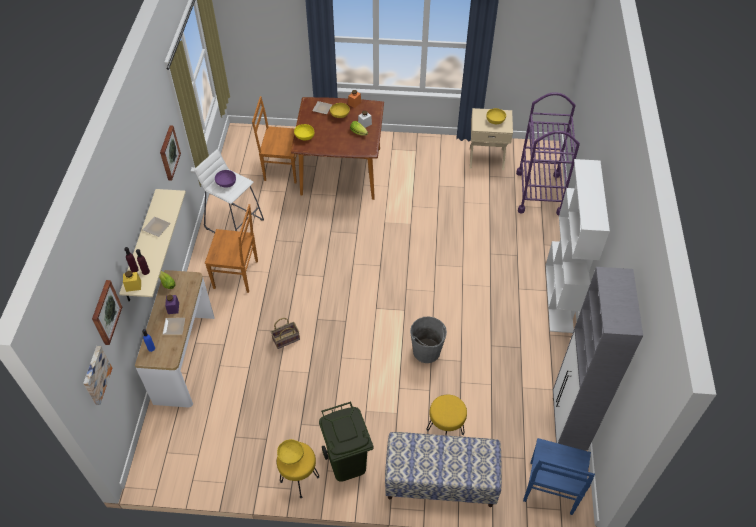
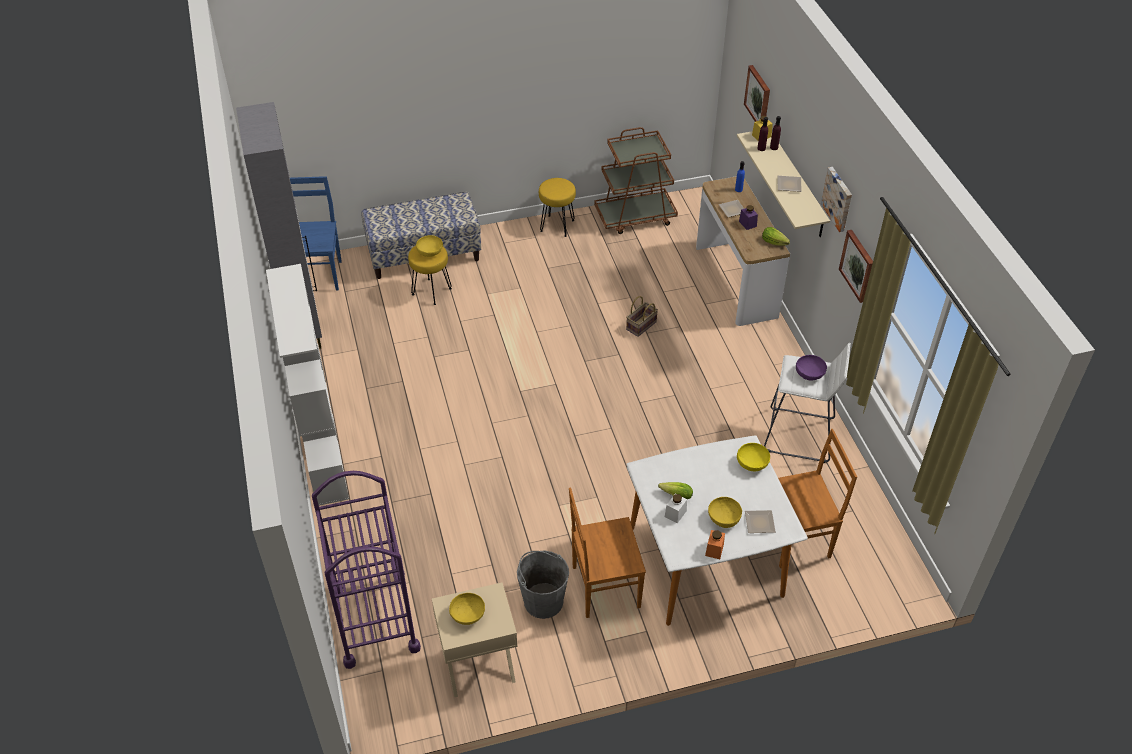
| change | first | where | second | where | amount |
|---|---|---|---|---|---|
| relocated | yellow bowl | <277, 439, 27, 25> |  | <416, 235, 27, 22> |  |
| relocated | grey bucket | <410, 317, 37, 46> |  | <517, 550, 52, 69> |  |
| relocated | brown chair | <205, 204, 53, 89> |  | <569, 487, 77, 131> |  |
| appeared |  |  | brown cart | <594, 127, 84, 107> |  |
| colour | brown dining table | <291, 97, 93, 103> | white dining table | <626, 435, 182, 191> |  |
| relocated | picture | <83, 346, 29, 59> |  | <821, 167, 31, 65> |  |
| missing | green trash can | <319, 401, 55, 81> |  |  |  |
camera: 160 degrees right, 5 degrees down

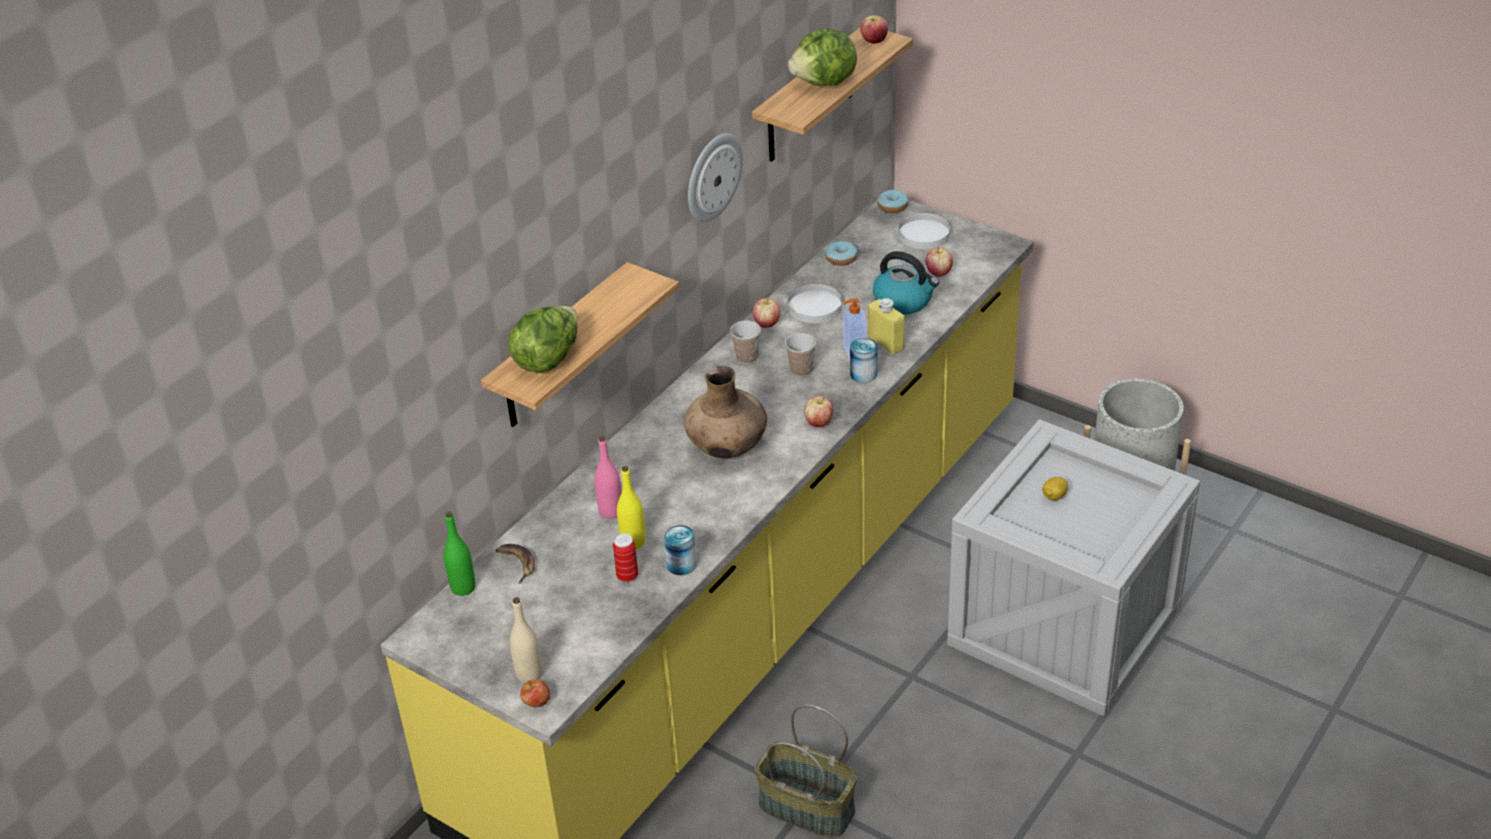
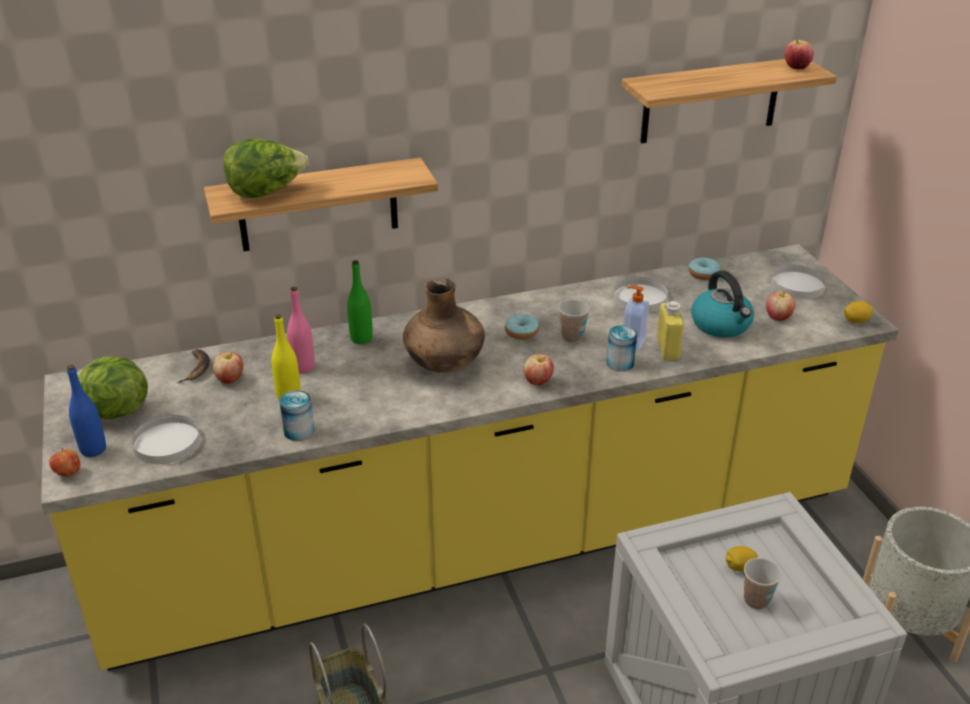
| change | first | where | second | where | amount |
|---|---|---|---|---|---|
| colour | beige bottle | <510, 597, 32, 86> | blue bottle | <67, 365, 39, 92> |  |
| relocated | lettuce | <788, 29, 69, 57> |  | <77, 356, 71, 64> |  |
| appeared |  |  | white plate | <132, 415, 68, 49> |  |
| relocated | apple | <753, 297, 27, 31> |  | <213, 352, 30, 32> |  |
| relocated | green bottle | <444, 512, 31, 84> |  | <347, 260, 26, 84> |  |
| relocated | donut | <877, 190, 31, 23> |  | <505, 314, 34, 26> |  |
| relocated | cup | <730, 320, 31, 44> |  | <744, 558, 38, 52> |  |
| appeared |  |  | lemon | <844, 301, 29, 22> |  |
| missing | can | <613, 533, 25, 49> |  |  |  |
| missing | wall clock | <688, 133, 55, 89> |  |  |  |
camera: 35 degrees right, 5 degrees down

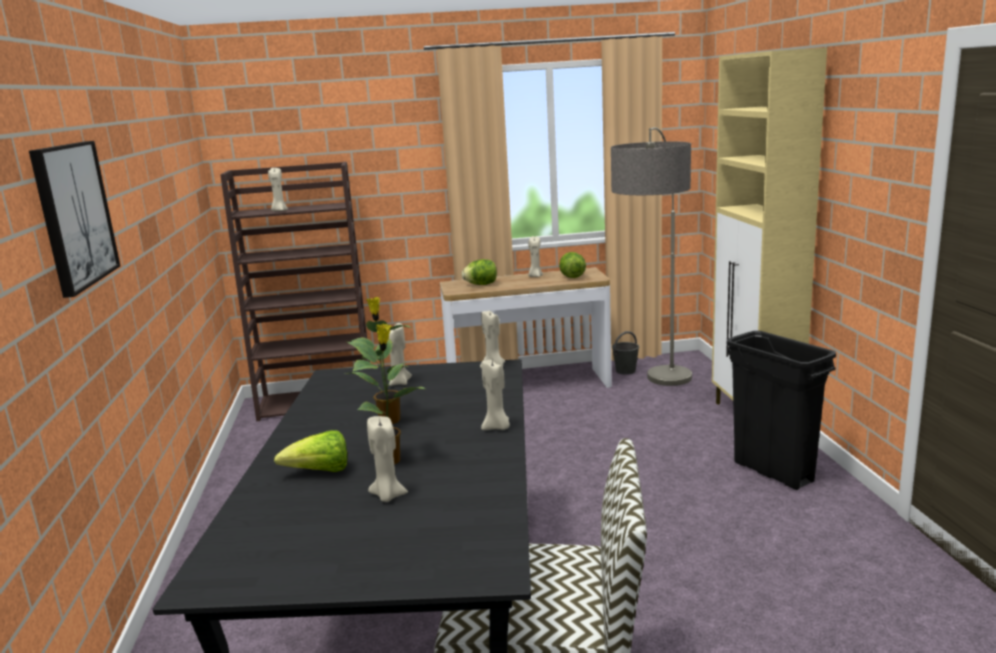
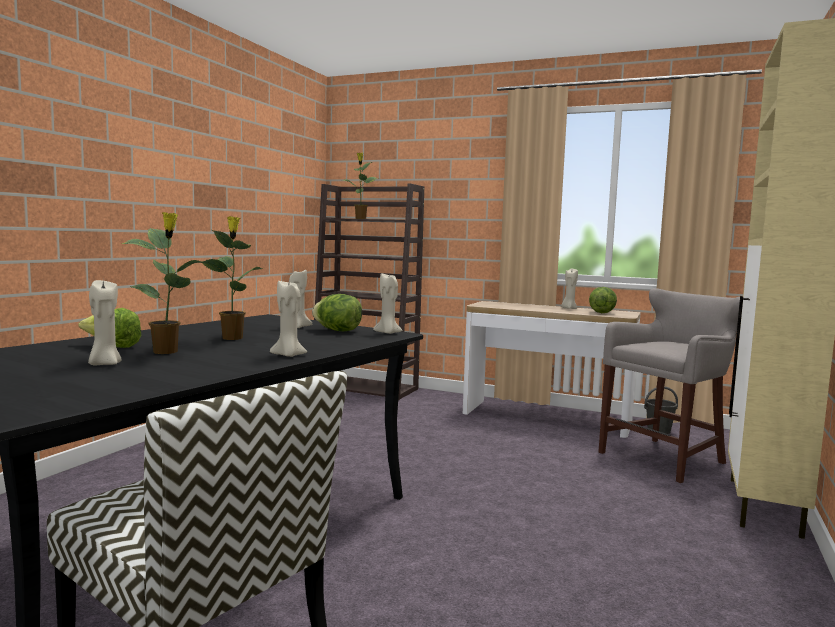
| change | first | where | second | where | amount |
|---|---|---|---|---|---|
| relocated | lettuce | <462, 259, 35, 26> |  | <312, 294, 50, 37> |  |
| exchanged | beige candle | <268, 168, 20, 43> | potted plant | <342, 153, 37, 66> |  |
| exchanged | floor lamp | <611, 127, 81, 259> | grey stool | <599, 288, 141, 195> |  |
| missing | picture | <29, 141, 91, 157> |  |  |  |
| missing | black trash can | <727, 331, 109, 159> |  |  |  |
camera: 30 degrees right, 10 degrees down

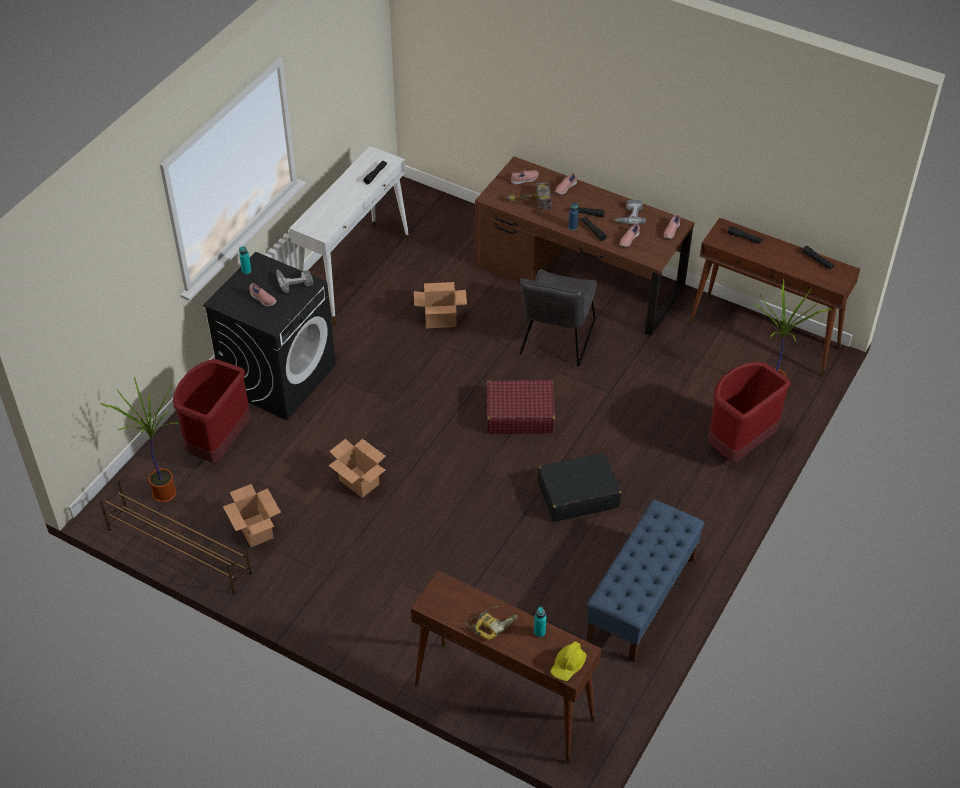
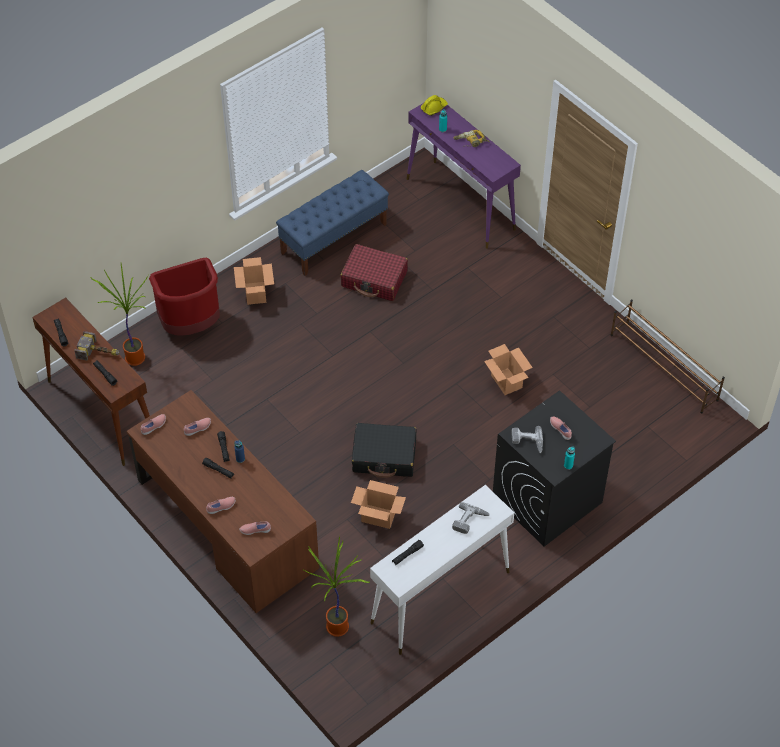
| change | first | where | second | where | amount |
|---|---|---|---|---|---|
| relocated | hammer | <507, 182, 45, 28> |  | <74, 331, 46, 30> |  |
| relocated | cardboard box | <223, 484, 58, 63> |  | <234, 257, 40, 48> |  |
| relocated | potted plant | <100, 377, 79, 126> |  | <302, 536, 68, 101> |  |
| relocated | red suitcase | <486, 380, 69, 54> |  | <340, 244, 68, 57> |  |
| relocated | black suitcase | <538, 453, 83, 69> |  | <352, 423, 64, 55> |  |
| colour | brown console table | <411, 570, 190, 194> | purple console table | <407, 103, 114, 146> |  |
| relocated | power drill | <615, 200, 31, 25> |  | <452, 502, 38, 32> |  |
| missing | red trash can | <173, 359, 78, 105> |  |  |  |
| missing | grey chair | <520, 269, 77, 97> |  |  |  |
camera: 160 degrees left, 5 degrees up

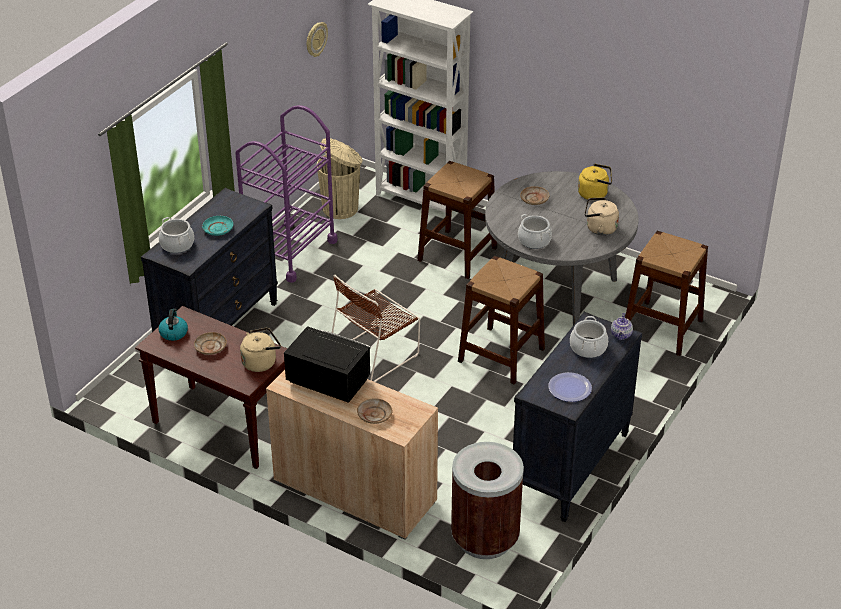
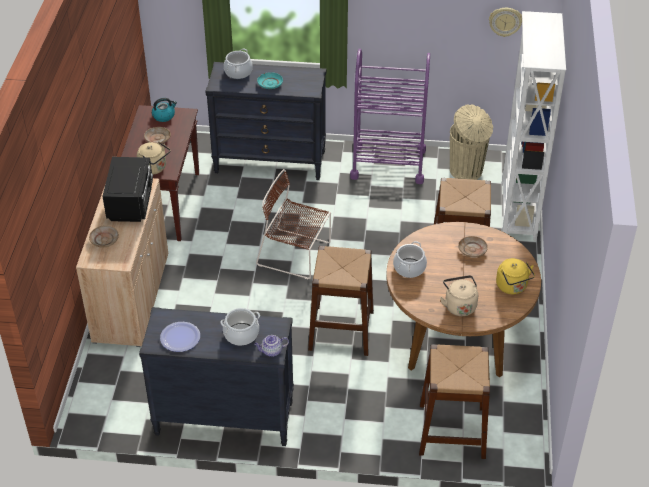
| change | first | where | second | where | amount |
|---|---|---|---|---|---|
| colour | grey dining table | <485, 171, 154, 154> | brown dining table | <386, 222, 155, 156> |  |
| missing | brown trash can | <451, 442, 73, 117> |  |  |  |
camera: 65 degrees right, 5 degrees up

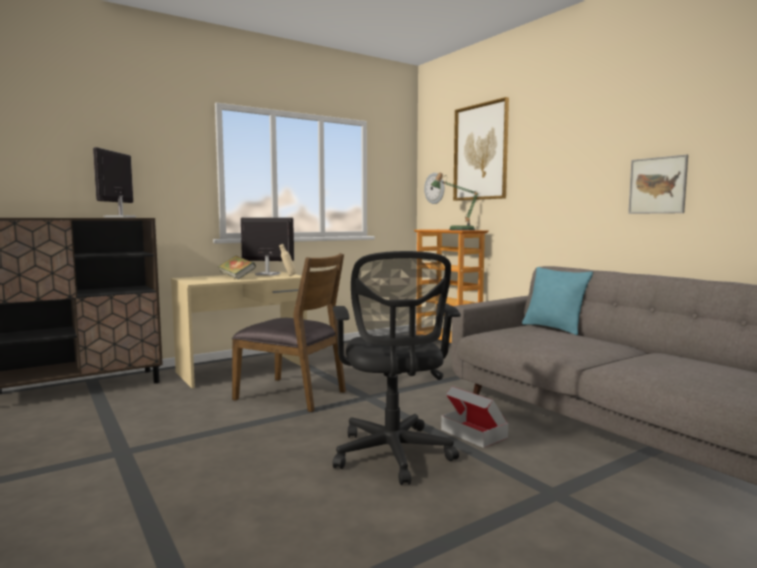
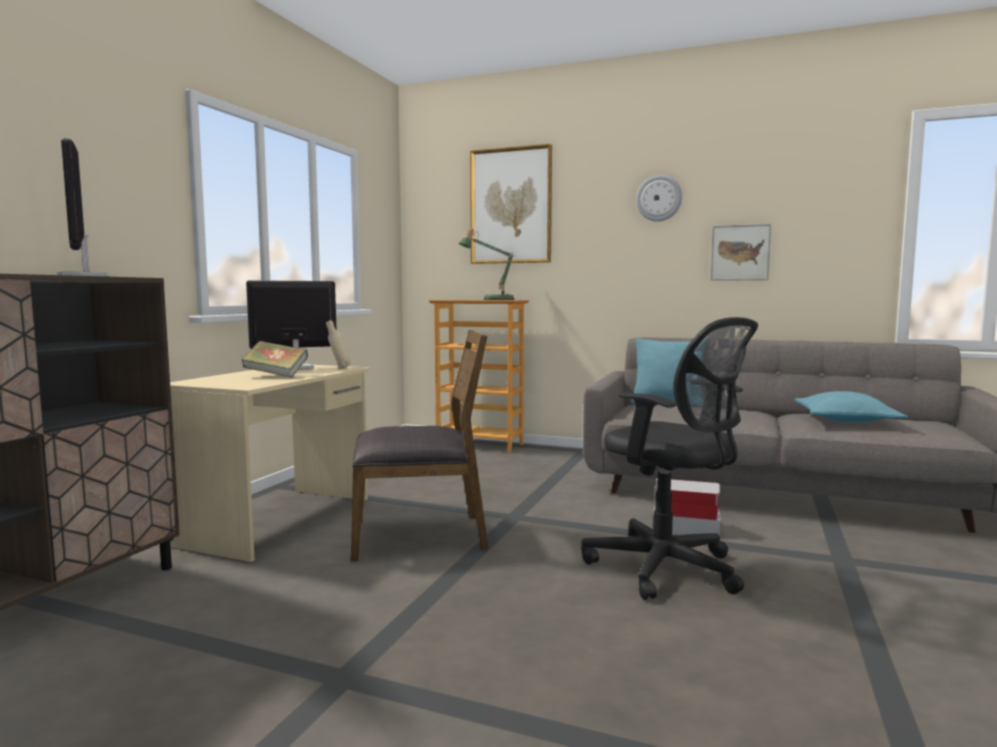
| change | first | where | second | where | amount |
|---|---|---|---|---|---|
| relocated | wall clock | <424, 173, 20, 31> |  | <636, 175, 46, 47> |  |
| appeared |  |  | turquoise pillow | <795, 391, 113, 31> |  |
camera: 35 degrees left, 0 degrees up

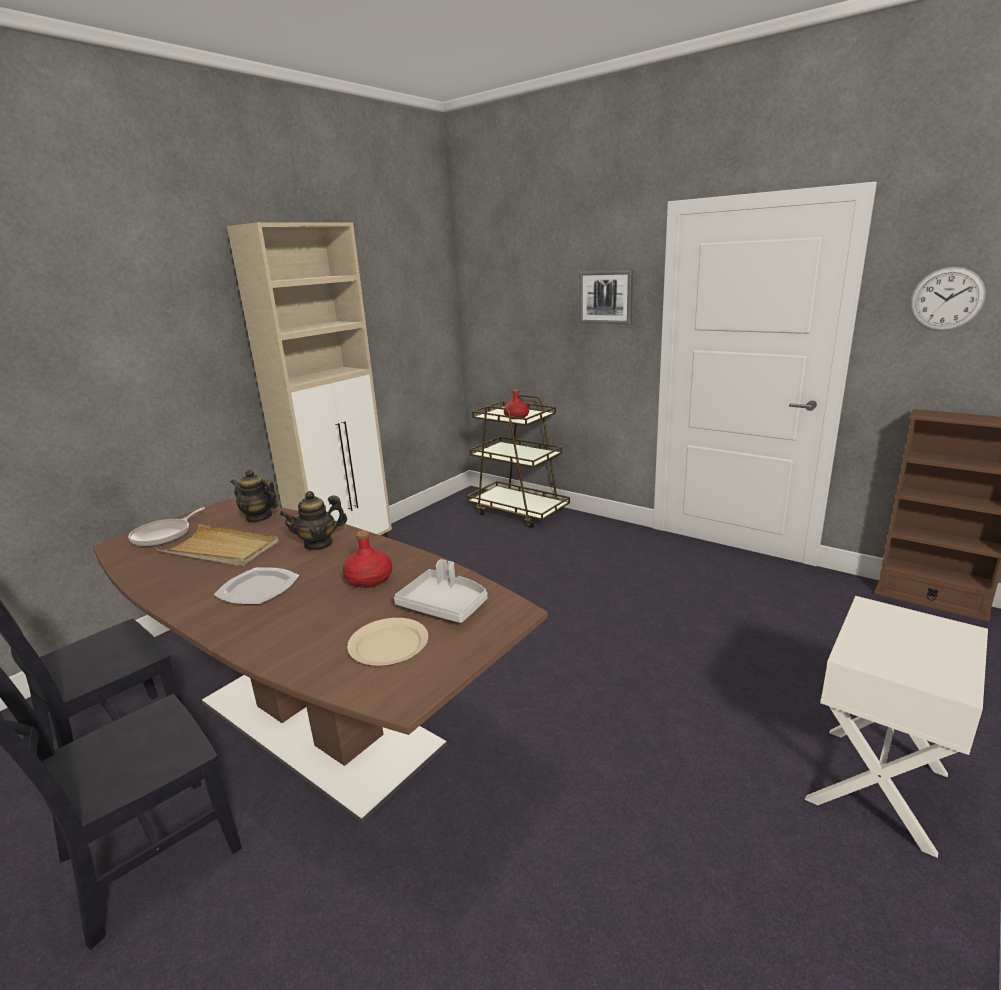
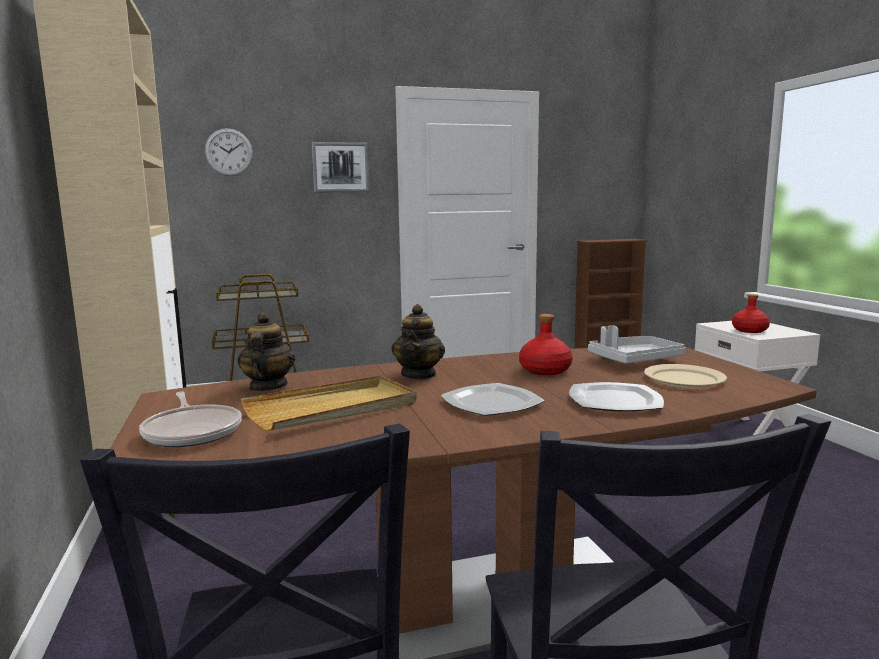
| change | first | where | second | where | amount |
|---|---|---|---|---|---|
| relocated | wall clock | <910, 267, 76, 64> |  | <205, 128, 48, 48> |  |
| spun | teapot | <231, 469, 47, 54> |  | <237, 312, 58, 79> | 120 degrees clockwise |
| appeared |  |  | plate | <569, 382, 95, 30> |  |
| relocated | red bottle | <504, 389, 25, 30> |  | <732, 294, 38, 39> |  |
camera: 55 degrees left, 10 degrees down

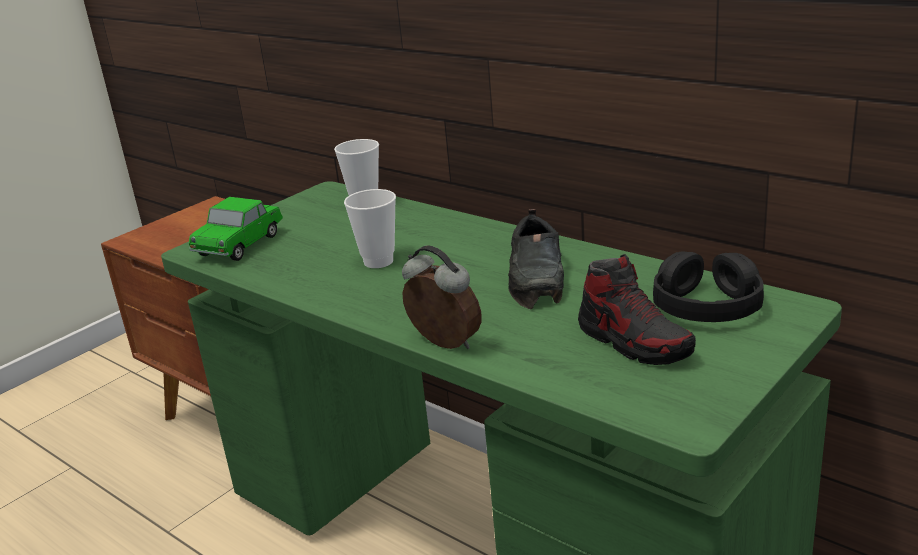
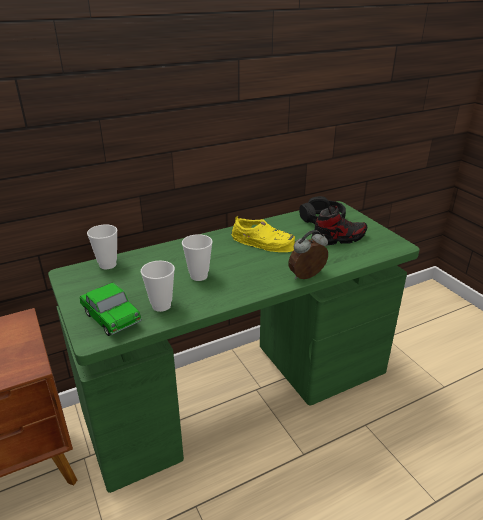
| change | first | where | second | where | amount |
|---|---|---|---|---|---|
| appeared |  |  | cup | <141, 261, 34, 51> |  |
| colour | black shoe | <508, 209, 56, 100> | yellow shoe | <231, 216, 64, 36> |  |
camera: 70 degrees left, 5 degrees up

